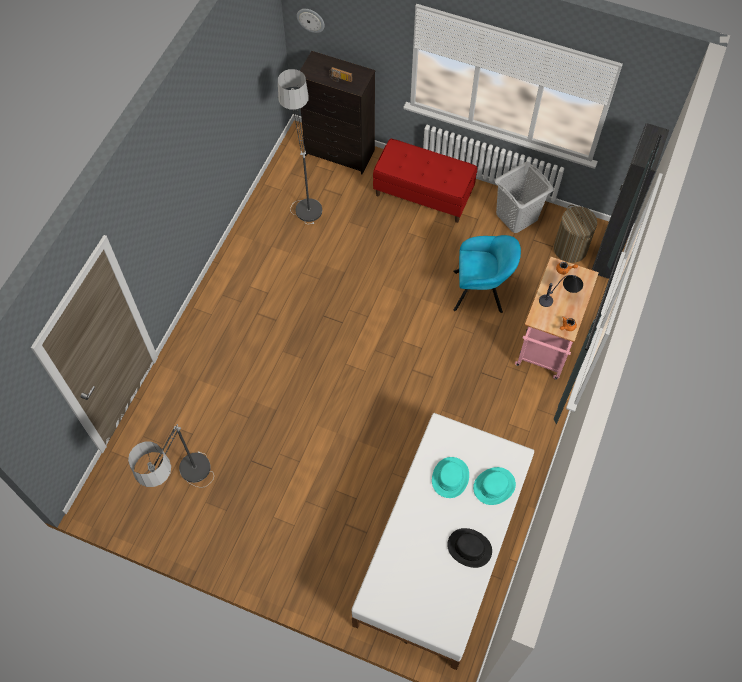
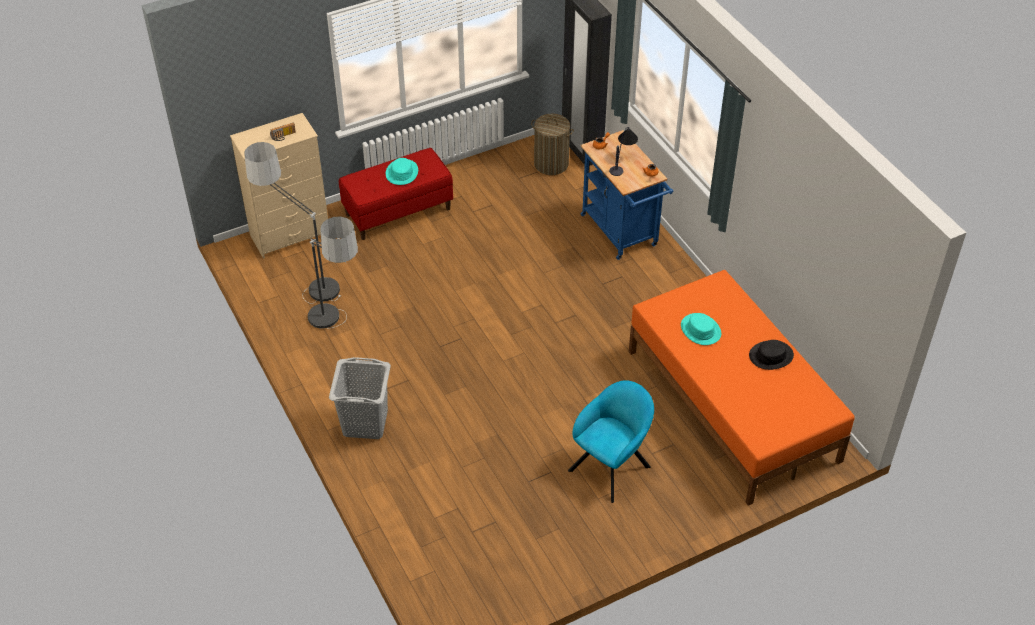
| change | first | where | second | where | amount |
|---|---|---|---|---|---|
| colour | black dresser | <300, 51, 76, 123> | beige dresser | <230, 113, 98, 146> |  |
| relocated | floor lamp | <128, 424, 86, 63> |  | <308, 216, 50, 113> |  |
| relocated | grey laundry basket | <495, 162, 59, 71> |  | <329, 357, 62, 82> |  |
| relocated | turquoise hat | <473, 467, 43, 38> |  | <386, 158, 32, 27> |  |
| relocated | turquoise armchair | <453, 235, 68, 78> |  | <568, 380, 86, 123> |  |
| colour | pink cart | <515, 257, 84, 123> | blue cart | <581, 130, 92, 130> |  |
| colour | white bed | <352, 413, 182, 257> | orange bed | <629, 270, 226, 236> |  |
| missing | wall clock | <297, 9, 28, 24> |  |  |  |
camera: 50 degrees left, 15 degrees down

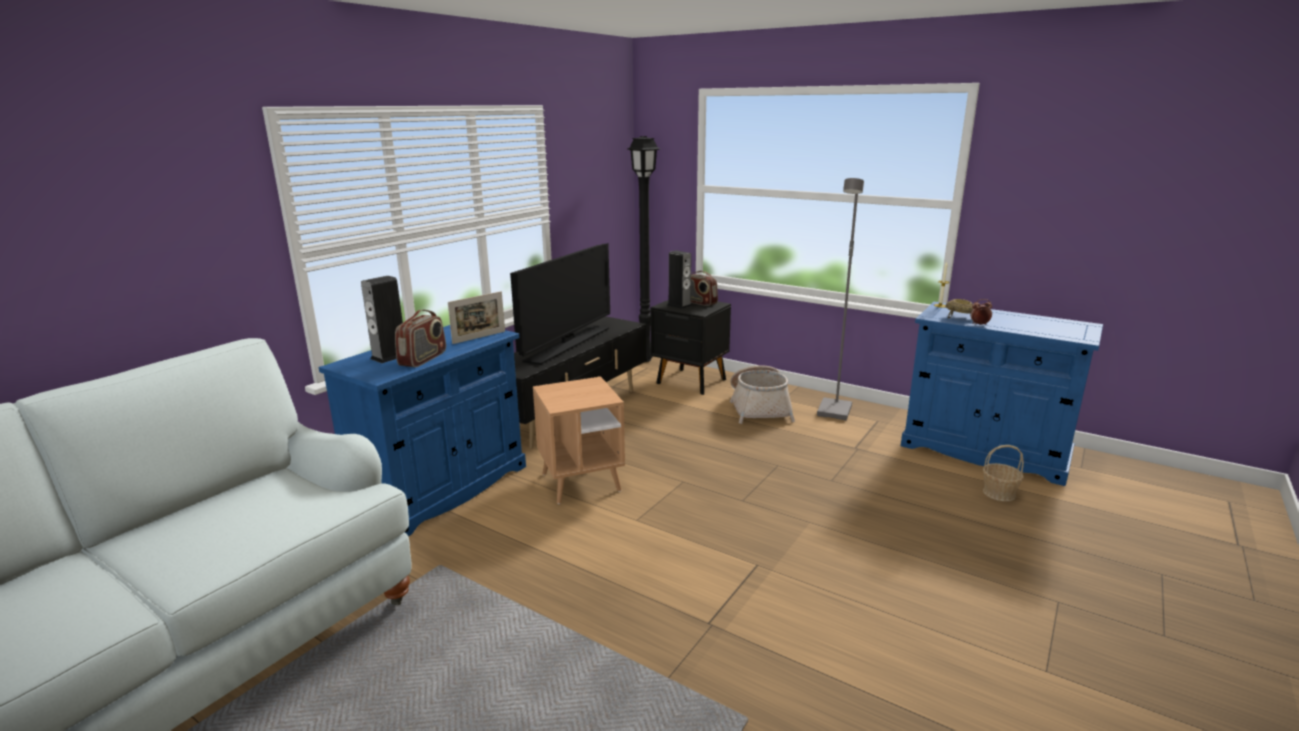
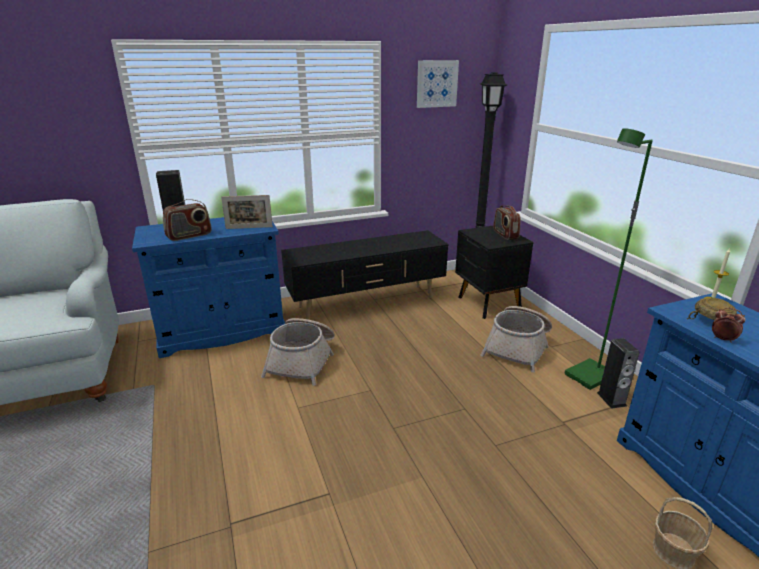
| change | first | where | second | where | amount |
|---|---|---|---|---|---|
| exchanged | brown side table | <533, 377, 92, 127> | basket | <261, 318, 74, 68> |  |
| appeared |  |  | picture | <417, 60, 42, 48> |  |
| colour | grey floor lamp | <817, 178, 47, 242> | green floor lamp | <564, 128, 89, 262> |  |
| relocated | speaker | <667, 250, 25, 59> |  | <597, 338, 42, 71> |  |
| missing | television | <510, 243, 100, 122> |  |  |  |
camera: 35 degrees right, 5 degrees up

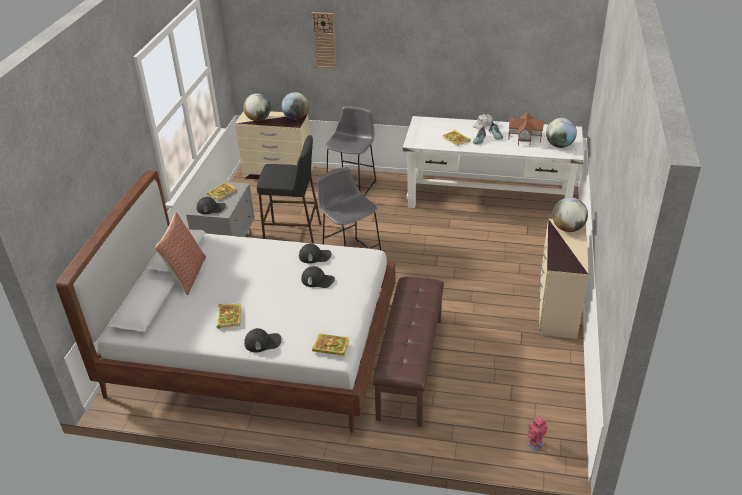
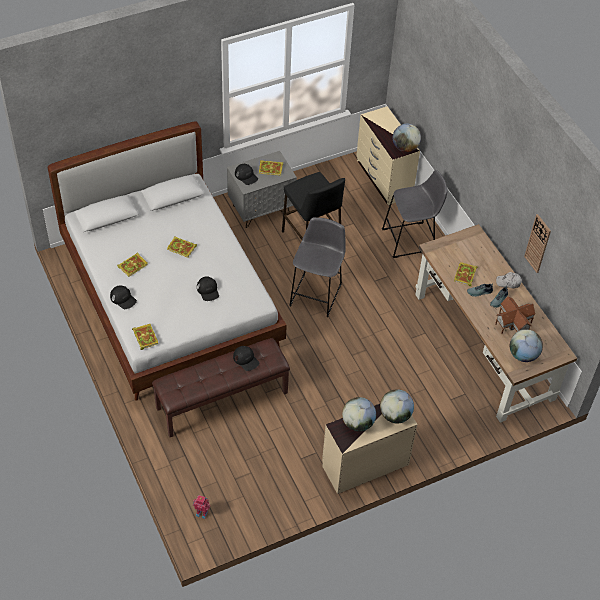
| change | first | where | second | where | amount |
|---|---|---|---|---|---|
| appeared |  |  | book | <167, 236, 30, 22> |  |
| relocated | black cap | <299, 243, 32, 21> |  | <233, 346, 26, 25> |  |
| relocated | globe | <243, 94, 28, 27> |  | <342, 397, 34, 35> |  |
| colour | white desk | <403, 116, 181, 92> | brown desk | <415, 224, 162, 199> |  |
| relocated | wall clock | <312, 12, 25, 56> |  | <524, 214, 27, 59> |  |
| missing | pillow | <155, 212, 51, 83> |  |  |  |
camera: 50 degrees right, 15 degrees up

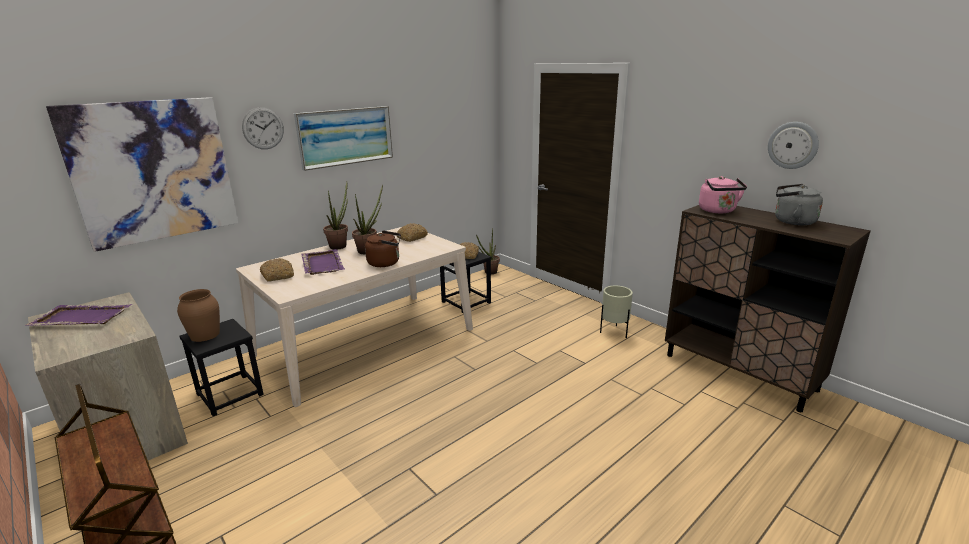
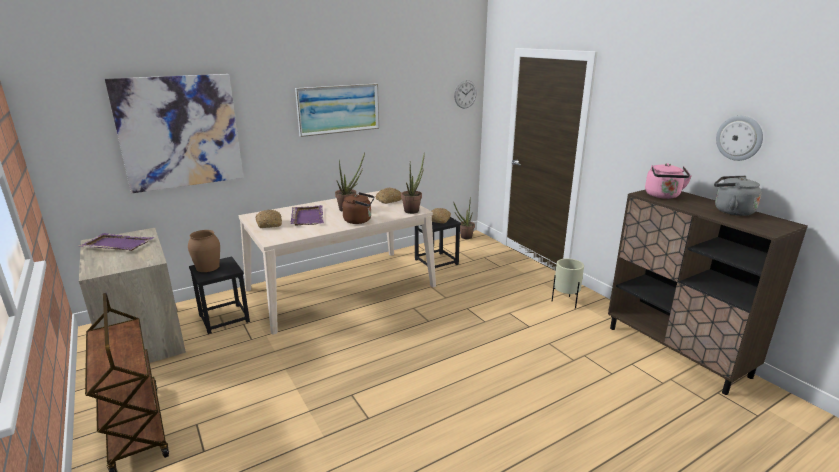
| change | first | where | second | where | amount |
|---|---|---|---|---|---|
| relocated | potted plant | <323, 182, 25, 68> |  | <401, 152, 24, 62> |  |
| relocated | wall clock | <242, 107, 42, 42> |  | <454, 80, 23, 28> |  |
camera: 10 degrees right, 0 degrees up

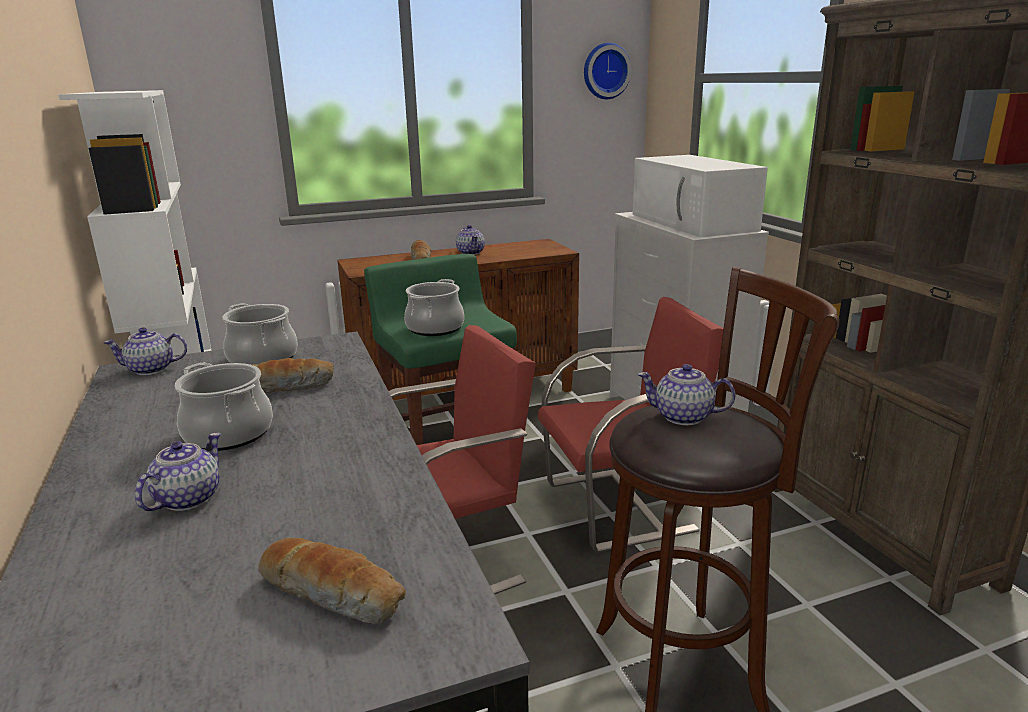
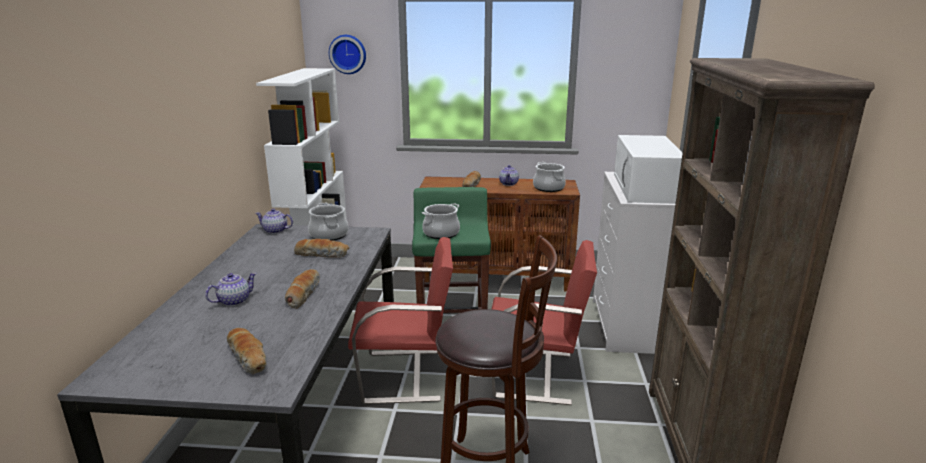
| change | first | where | second | where | amount |
|---|---|---|---|---|---|
| appeared |  |  | bread | <285, 269, 35, 40> |  |
| relocated | wall clock | <584, 43, 47, 56> |  | <329, 35, 37, 39> |  |
| relocated | cooking pot | <175, 362, 98, 89> |  | <533, 162, 33, 30> |  |
| missing | teapot | <637, 364, 99, 61> |  |  |  |
camera: 25 degrees right, 0 degrees up

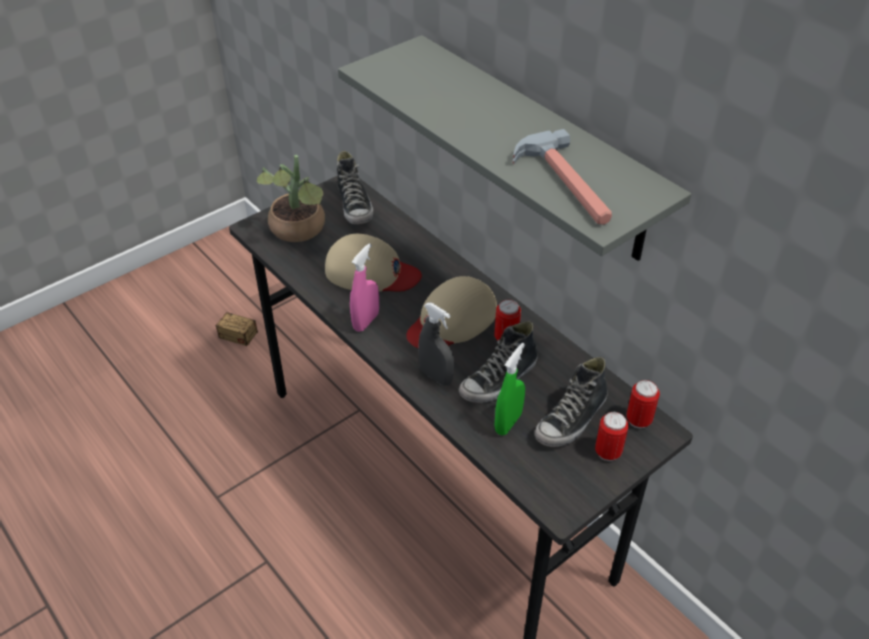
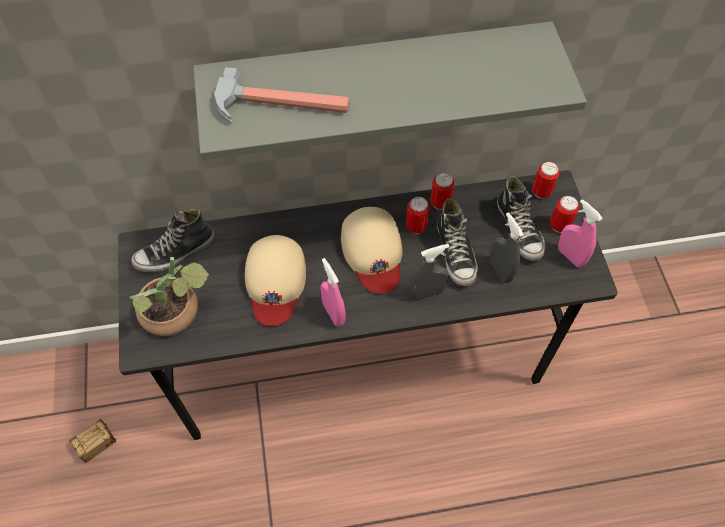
| change | first | where | second | where | amount |
|---|---|---|---|---|---|
| spun | shoe | <337, 151, 36, 73> |  | <131, 208, 83, 64> | 135 degrees clockwise |
| relocated | hammer | <512, 129, 100, 96> |  | <214, 67, 135, 57> |  |
| spun | beige cap | <325, 234, 97, 58> |  | <245, 235, 61, 91> | 135 degrees clockwise |
| appeared |  |  | can | <430, 173, 24, 37> |  |
| colour | green spray bottle | <494, 343, 31, 92> | grey spray bottle | <490, 212, 34, 70> |  |
| appeared |  |  | pink spray bottle | <558, 199, 45, 68> |  |
camera: 60 degrees left, 15 degrees up

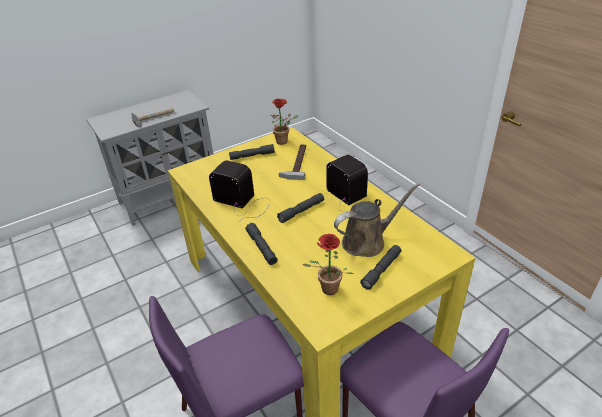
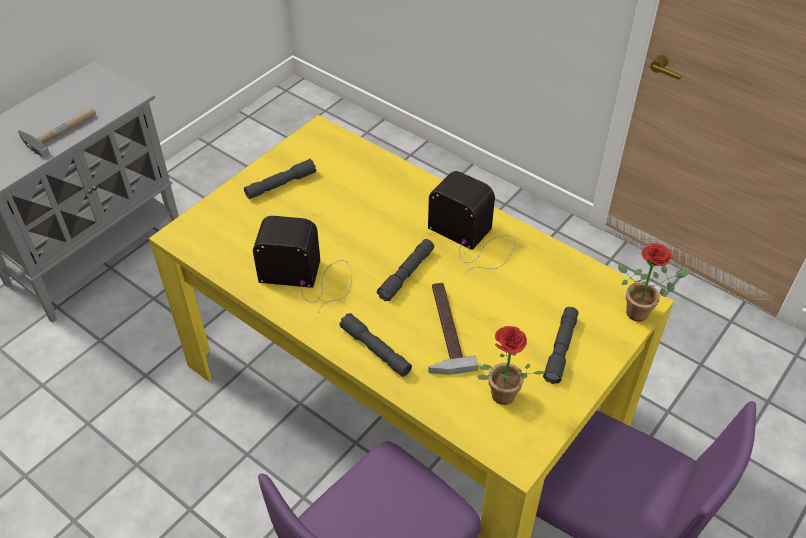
| change | first | where | second | where | amount |
|---|---|---|---|---|---|
| relocated | hammer | <279, 145, 27, 35> |  | <428, 283, 50, 92> |  |
| relocated | potted plant | <271, 99, 27, 46> |  | <618, 244, 71, 78> |  |
| missing | brown watering can | <334, 183, 86, 74> |  |  |  |
camera: 20 degrees left, 10 degrees up

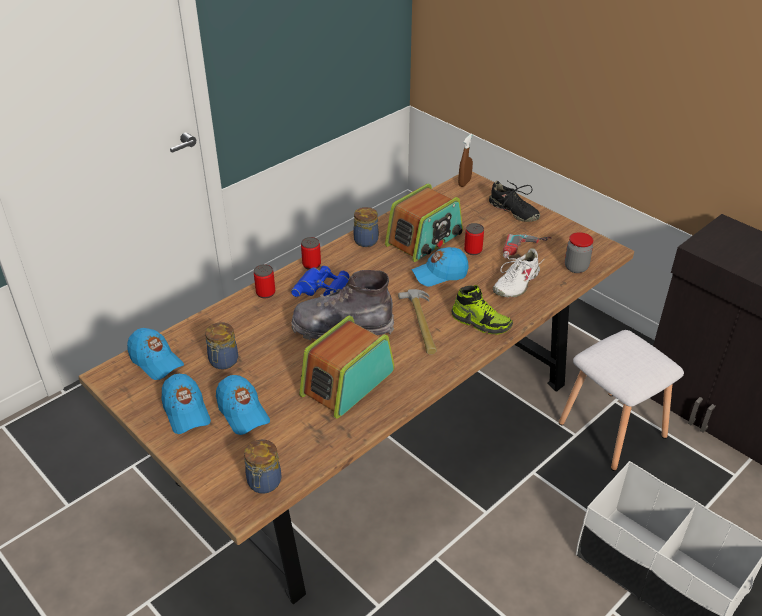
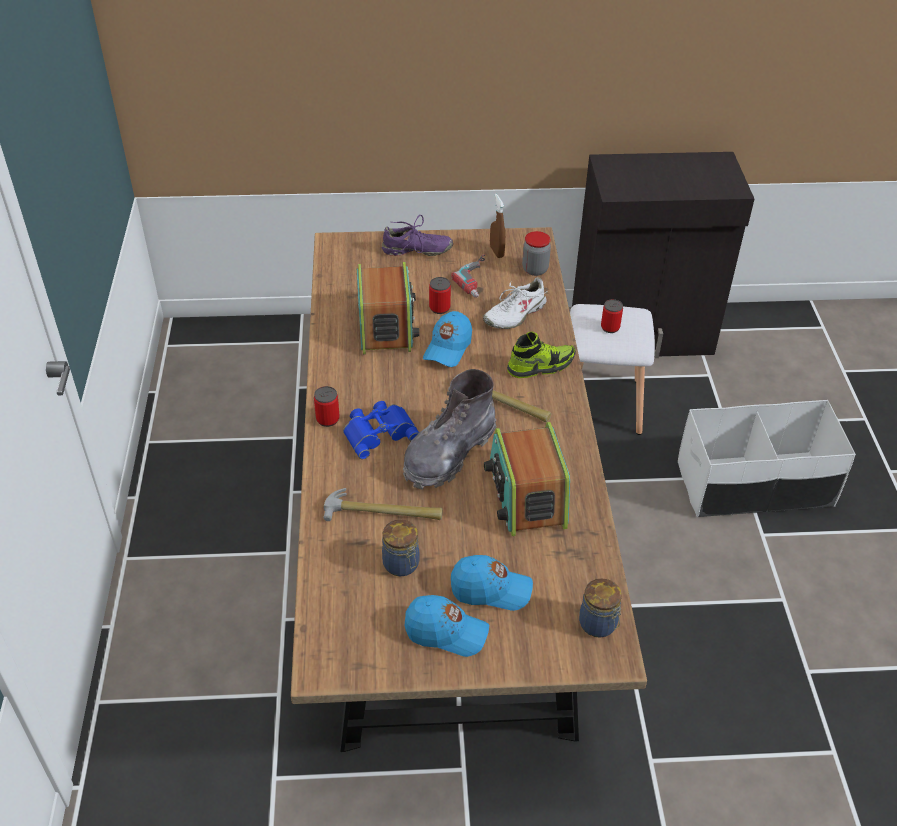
| change | first | where | second | where | amount |
|---|---|---|---|---|---|
| appeared |  |  | hammer | <323, 488, 120, 33> |  |
| colour | black shoe | <489, 181, 51, 41> | purple shoe | <382, 215, 71, 41> |  |
| spun | white shoe | <492, 248, 49, 49> |  | <483, 277, 63, 52> | 60 degrees clockwise |
| relocated | brown spray bottle | <458, 134, 15, 53> |  | <490, 194, 16, 64> |  |
| relocated | can | <254, 264, 21, 34> |  | <601, 299, 22, 34> |  |
| missing | blue cap | <127, 328, 57, 52> |  |  |  |
| missing | jar | <353, 207, 26, 40> |  |  |  |
camera: 50 degrees left, 5 degrees up

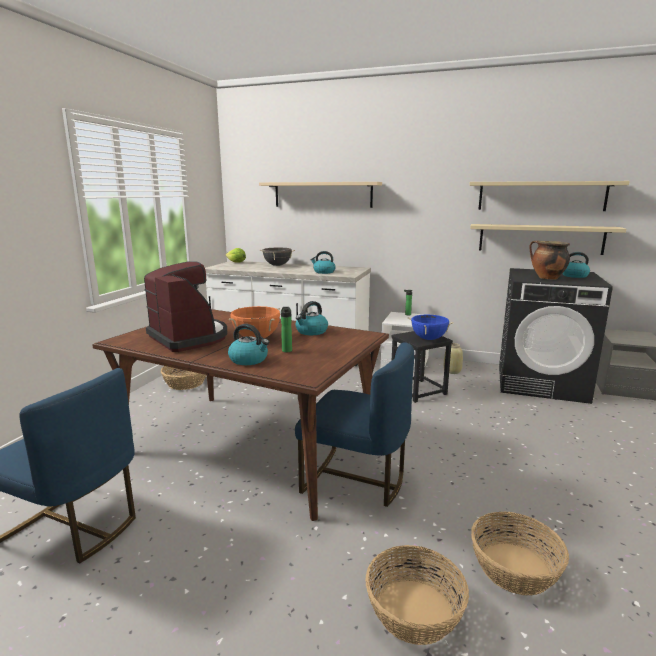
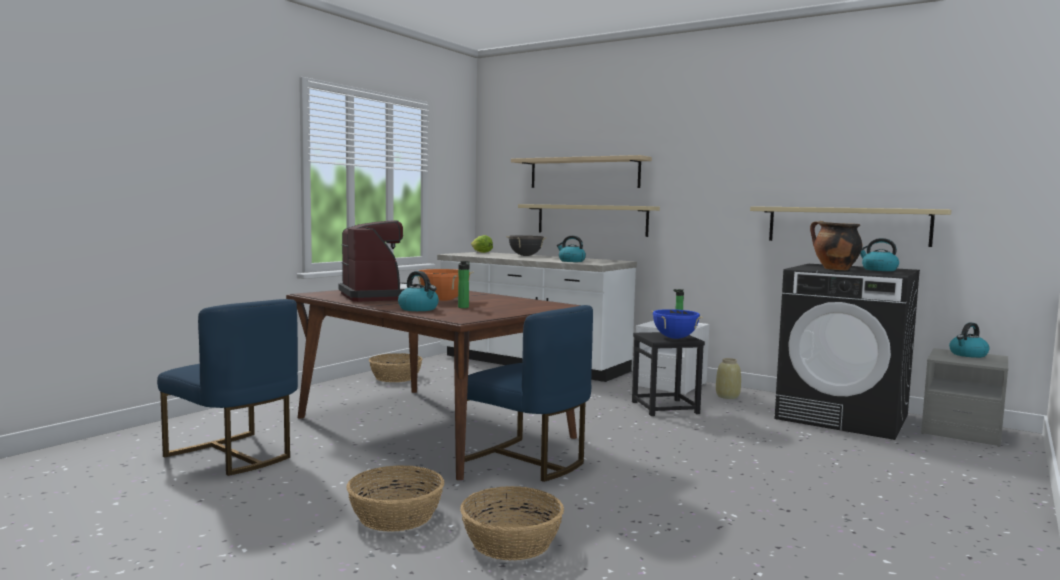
| change | first | where | second | where | amount |
|---|---|---|---|---|---|
| relocated | basket | <471, 512, 98, 84> |  | <347, 466, 97, 66> |  |
| relocated | beige shelf | <469, 181, 161, 30> |  | <518, 204, 142, 33> |  |
| relocated | kettle | <295, 301, 33, 34> |  | <949, 322, 40, 36> |  |
camera: 15 degrees right, 10 degrees down

